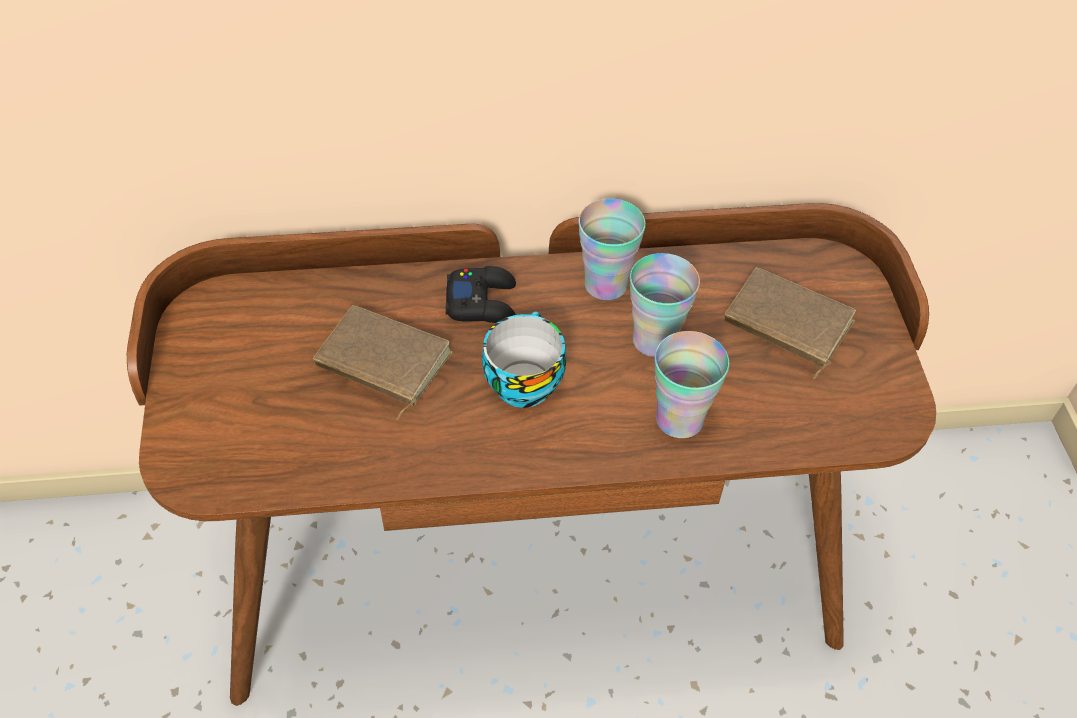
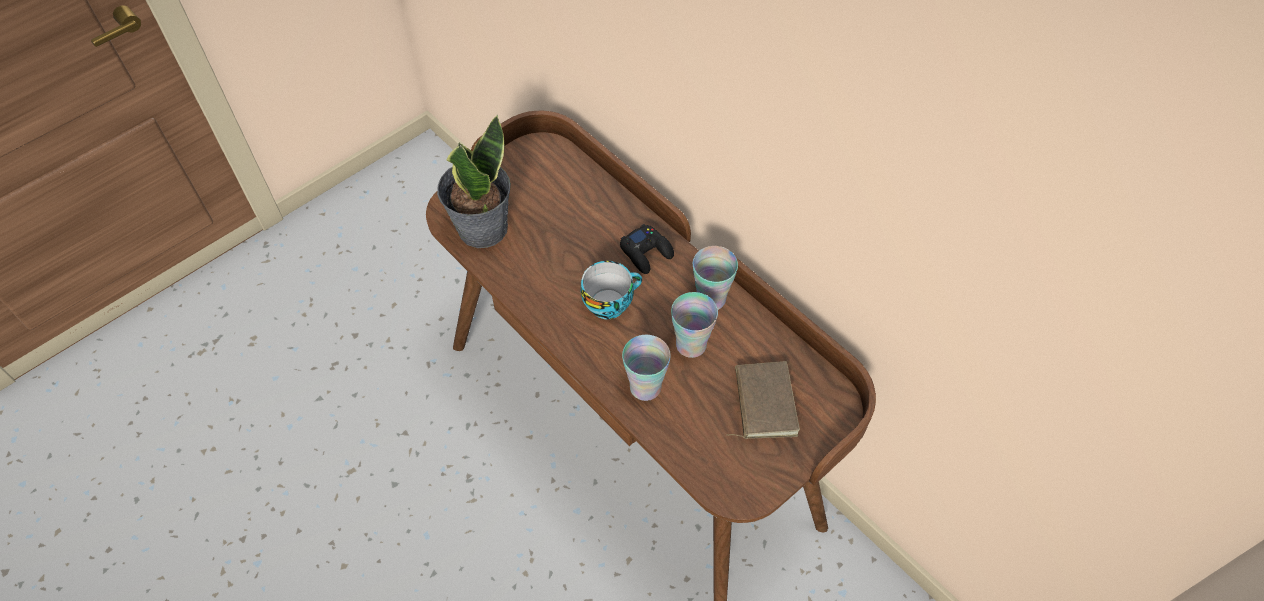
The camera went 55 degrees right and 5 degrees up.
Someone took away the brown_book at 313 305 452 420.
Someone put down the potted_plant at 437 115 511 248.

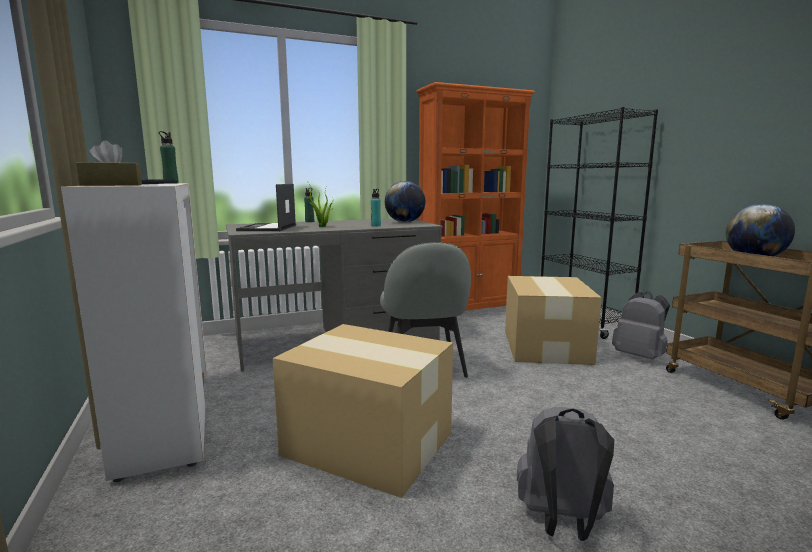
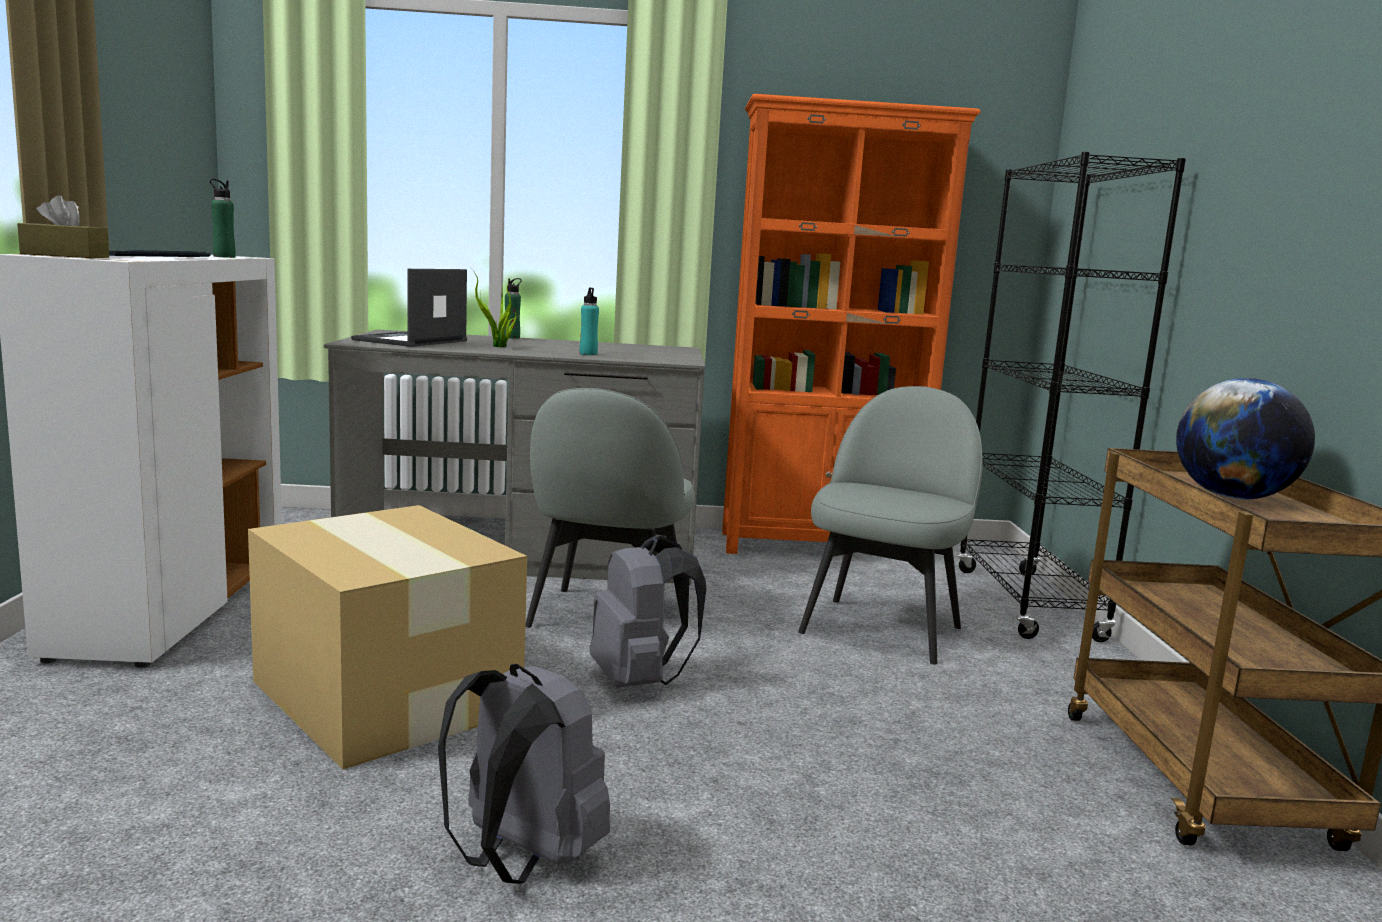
The camera went 20 degrees right and 0 degrees up.
Someone took away the globe at 385 181 425 222.
Someone swapped the cardboard_box at 505 276 602 365 for the grey_chair at 798 386 983 665.
Someone carried the grey_backpack from 612 291 670 360 to 589 536 706 688.

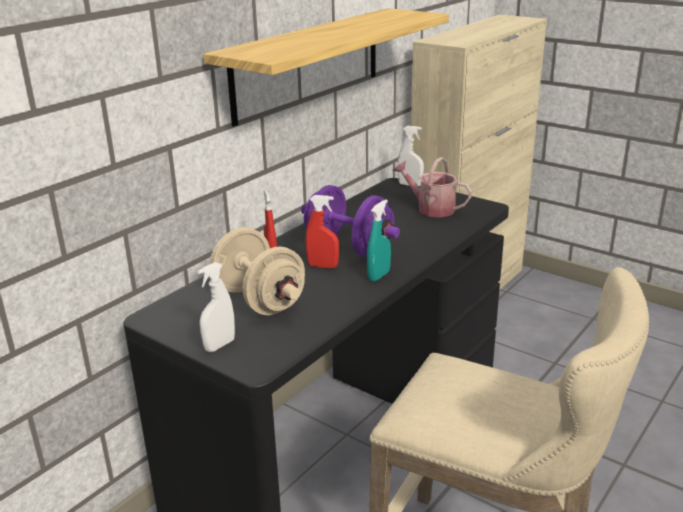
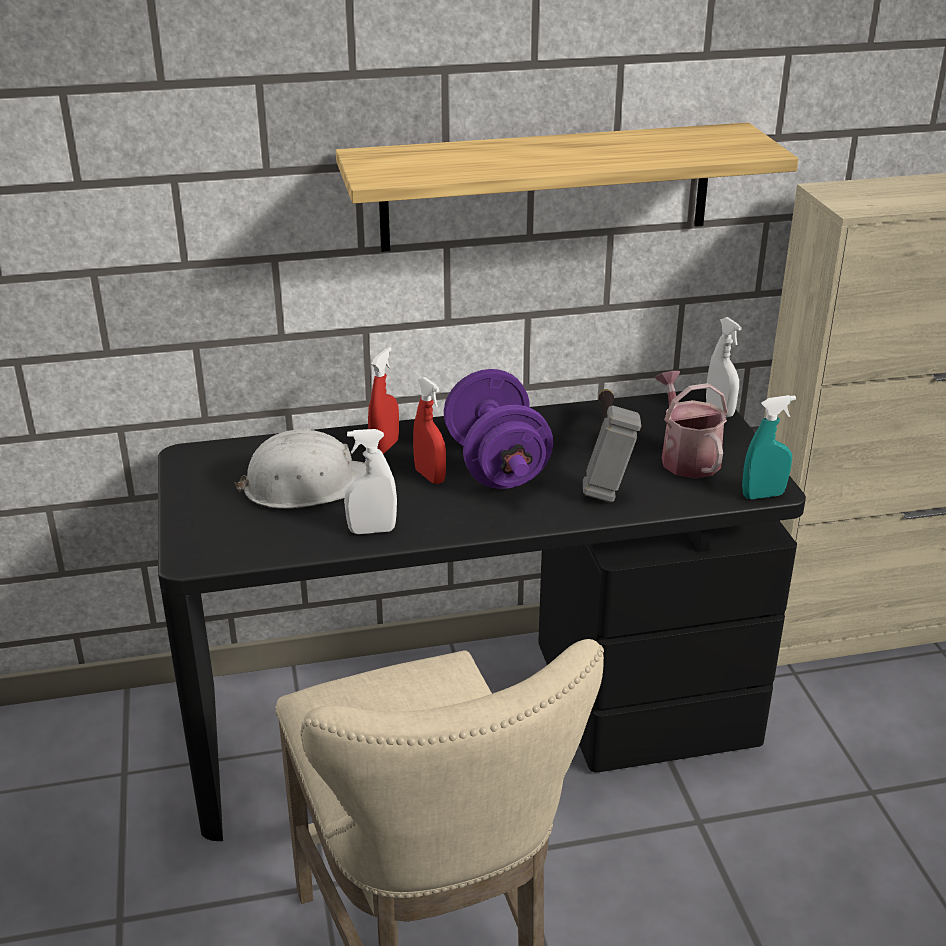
The camera went 40 degrees right and 5 degrees up.
Someone carried the turquoise_spray_bottle from 367 200 391 282 to 742 395 796 499.
Someone swapped the beige_dumbbell at 210 227 305 315 for the white_hard_hat at 234 429 366 509.
Someone carried the white_spray_bottle from 197 262 235 352 to 344 429 397 534.
Someone put down the hammer at 583 389 641 502.

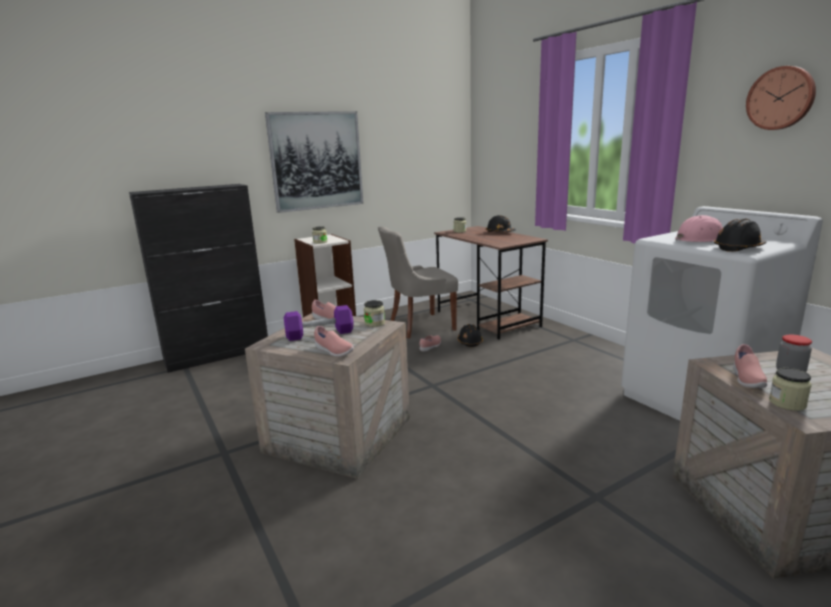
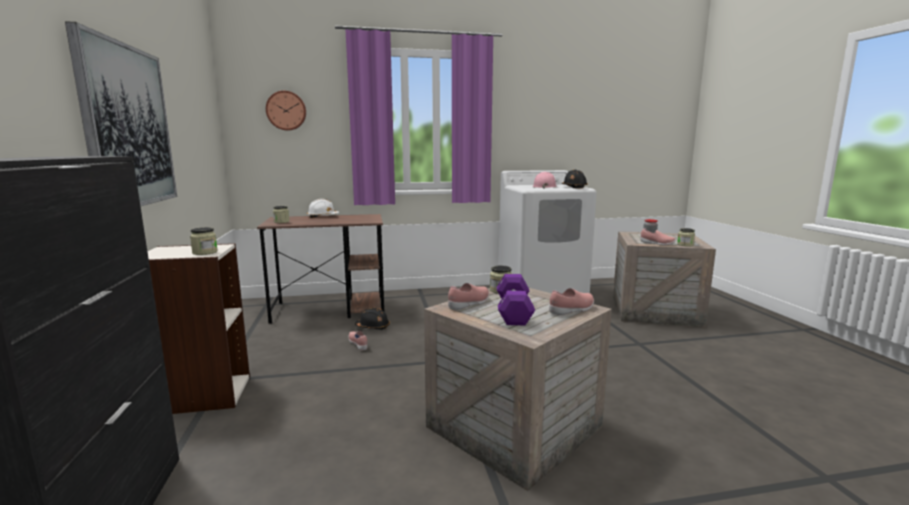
The camera went 70 degrees left and 5 degrees down.
Someone carried the wall_clock from 746 66 816 130 to 266 91 306 131.
Someone repainted the black_hard_hat at 486 215 516 232, which became the white_hard_hat at 307 199 340 218.
Someone took away the grey_chair at 378 226 458 338.

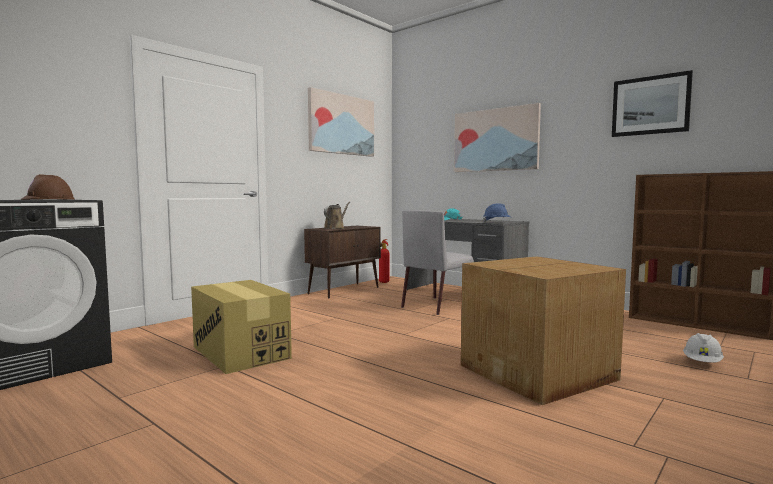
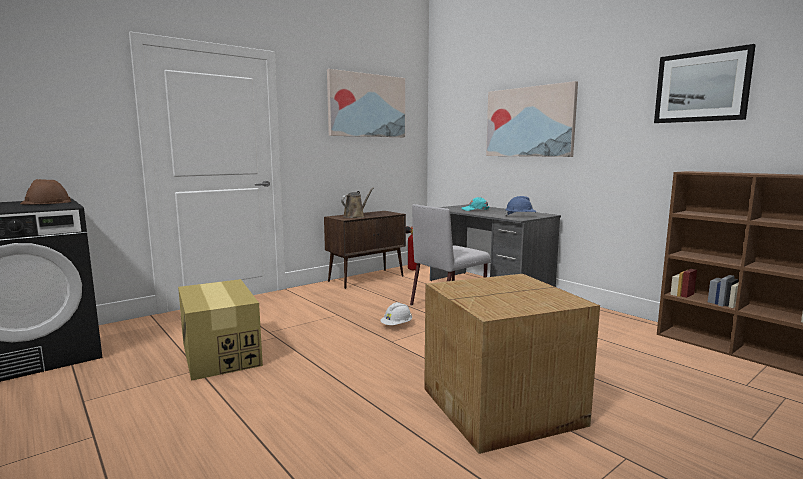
The camera went 10 degrees right and 5 degrees up.
Someone carried the white_hard_hat from 683 333 724 363 to 381 302 412 325.

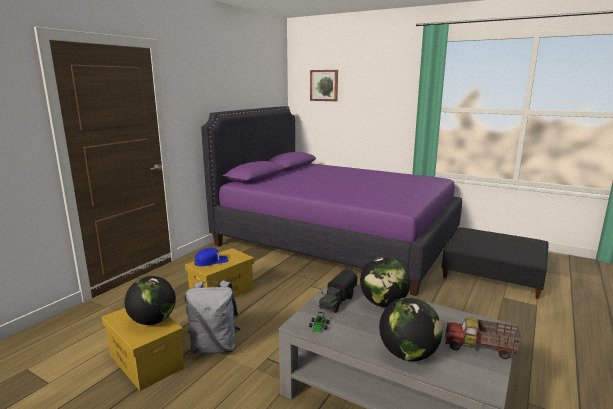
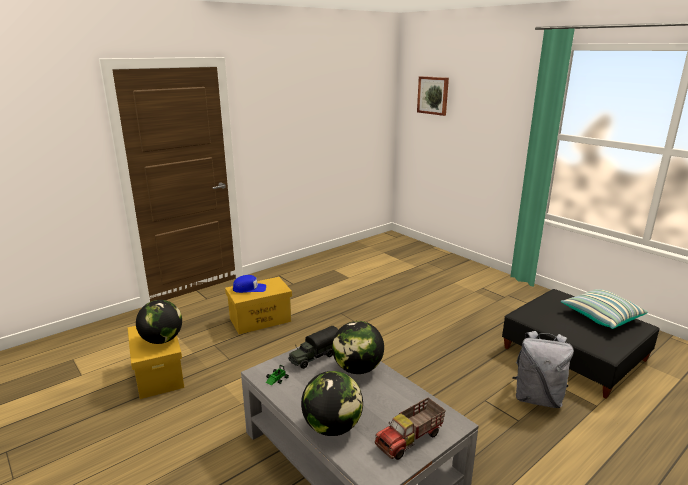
The camera went 20 degrees right and 5 degrees up.
Someone took away the purple_bed at 201 106 462 296.
Someone carried the grey_backpack from 185 280 240 354 to 512 331 574 408.
Someone rotated the toy_truck at 445 317 522 359 by 75 degrees counterclockwise.
Someone put down the pillow at 561 289 648 329.

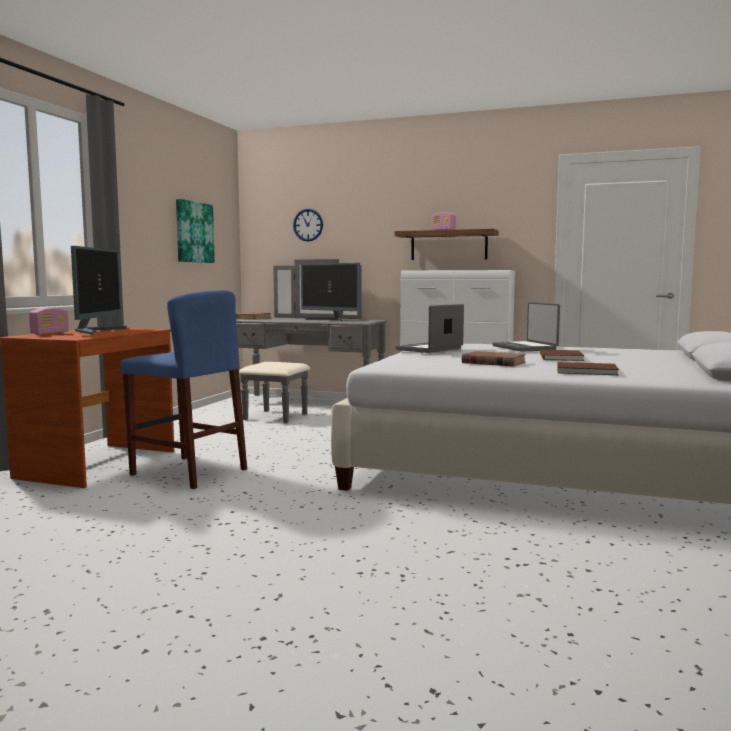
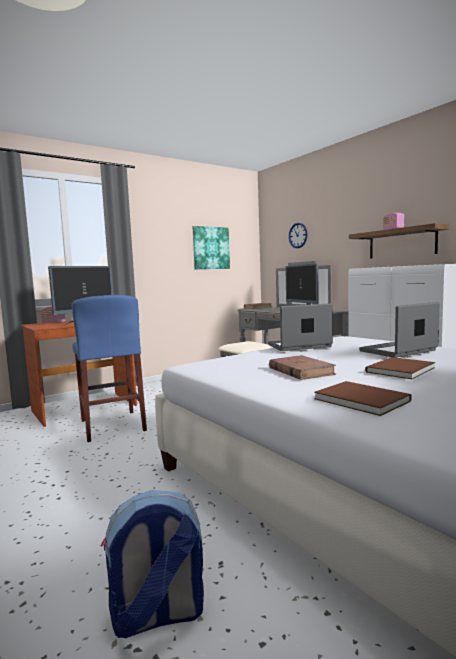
The camera went 35 degrees right and 0 degrees up.
Someone rotated the laptop at 492 302 560 352 by 45 degrees clockwise.
Someone put down the backpack at 101 491 204 638.

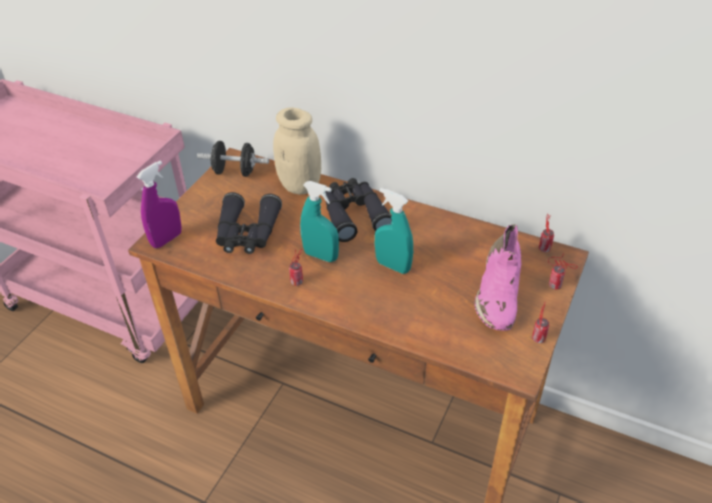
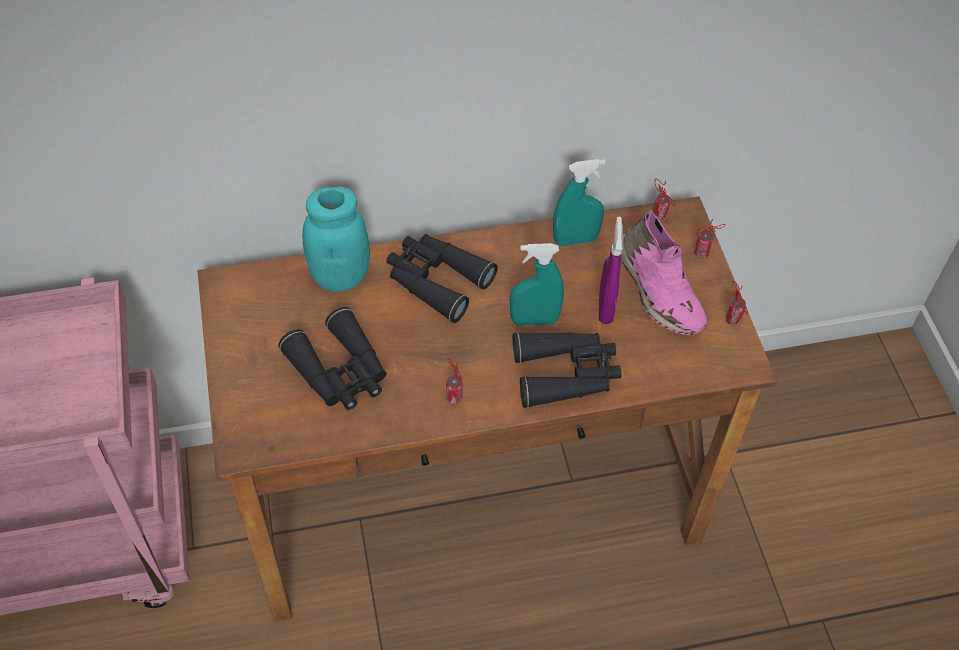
The camera went 40 degrees left and 10 degrees up.
Someone repainted the beige_jar at 273 107 321 195, which became the turquoise_jar at 302 187 370 292.
Someone took away the black_dumbbell at 197 141 269 177.
Someone carried the purple_spray_bottle from 136 160 182 248 to 599 217 623 324.
Someone carried the turquoise_spray_bottle from 300 181 339 262 to 553 159 606 246.
Someone put down the black_binoculars at 513 332 621 408.

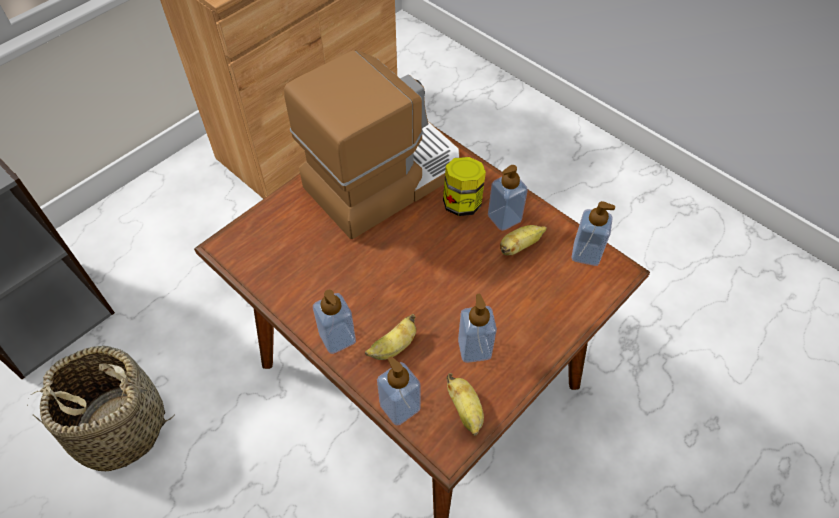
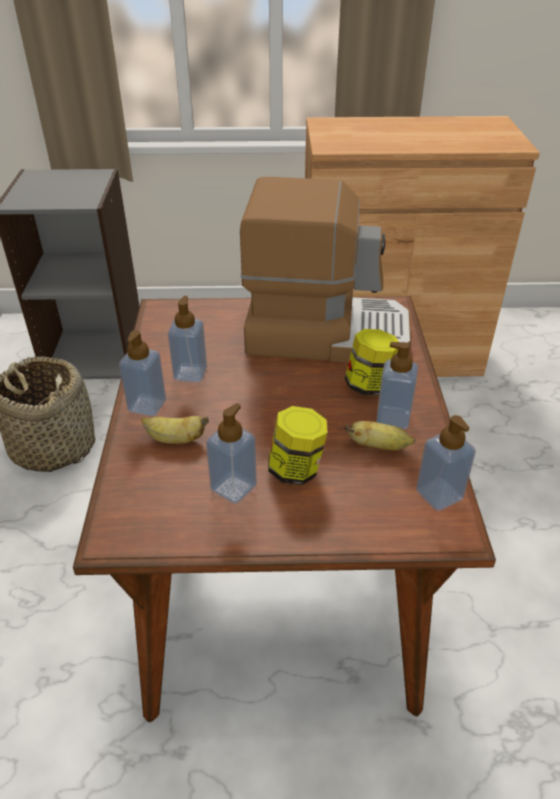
The camera went 45 degrees right and 15 degrees down.
Someone carried the soap_dispenser from 377 356 421 425 to 168 296 207 382.
Someone took away the banana at 446 373 484 436.
Someone put down the jar at 268 406 328 485.

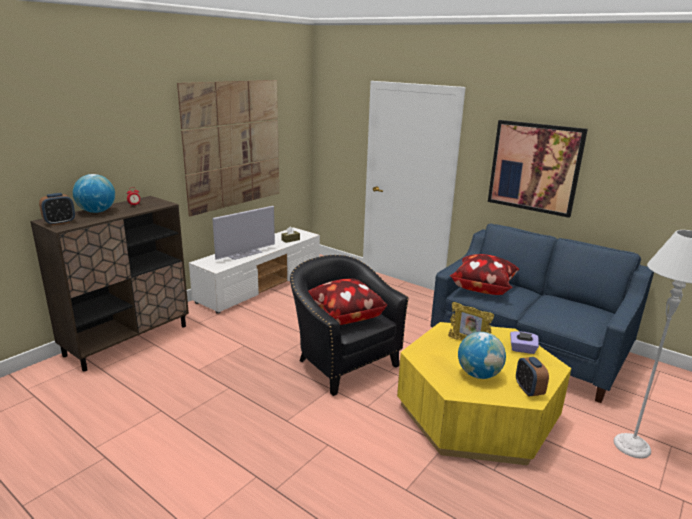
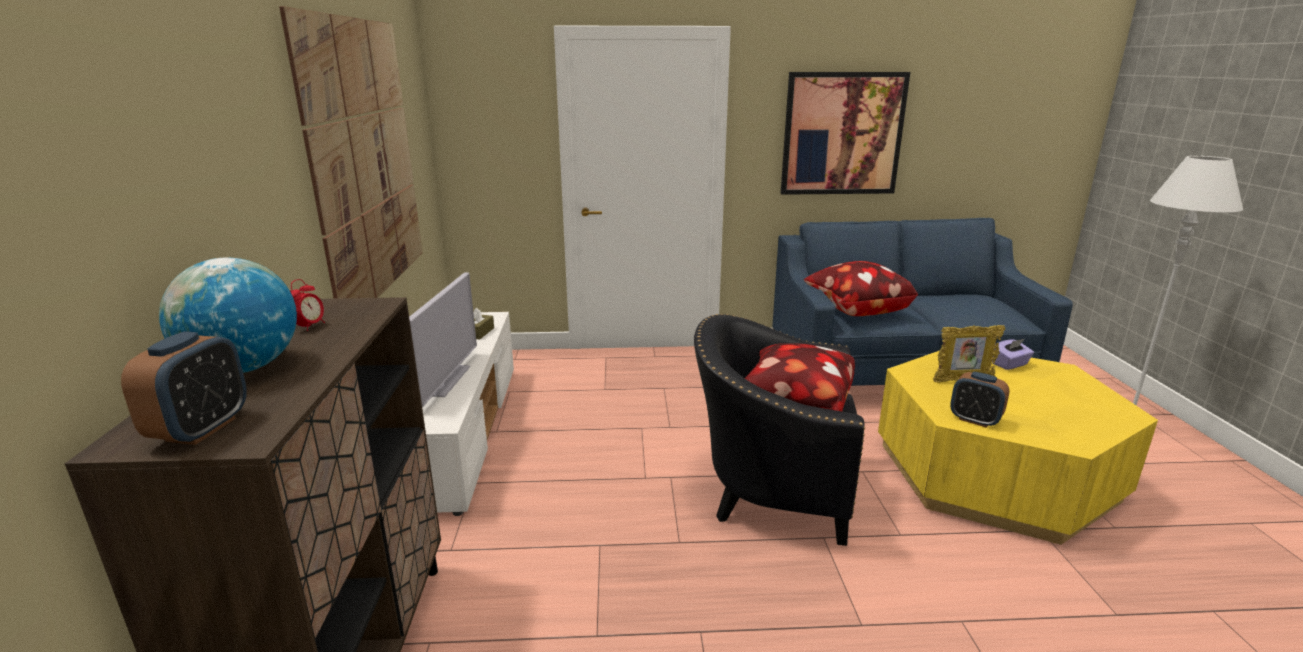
The camera went 40 degrees left and 0 degrees up.
Someone took away the globe at 458 332 506 379.
Someone carried the alarm_clock from 516 357 549 397 to 950 372 1009 428.

